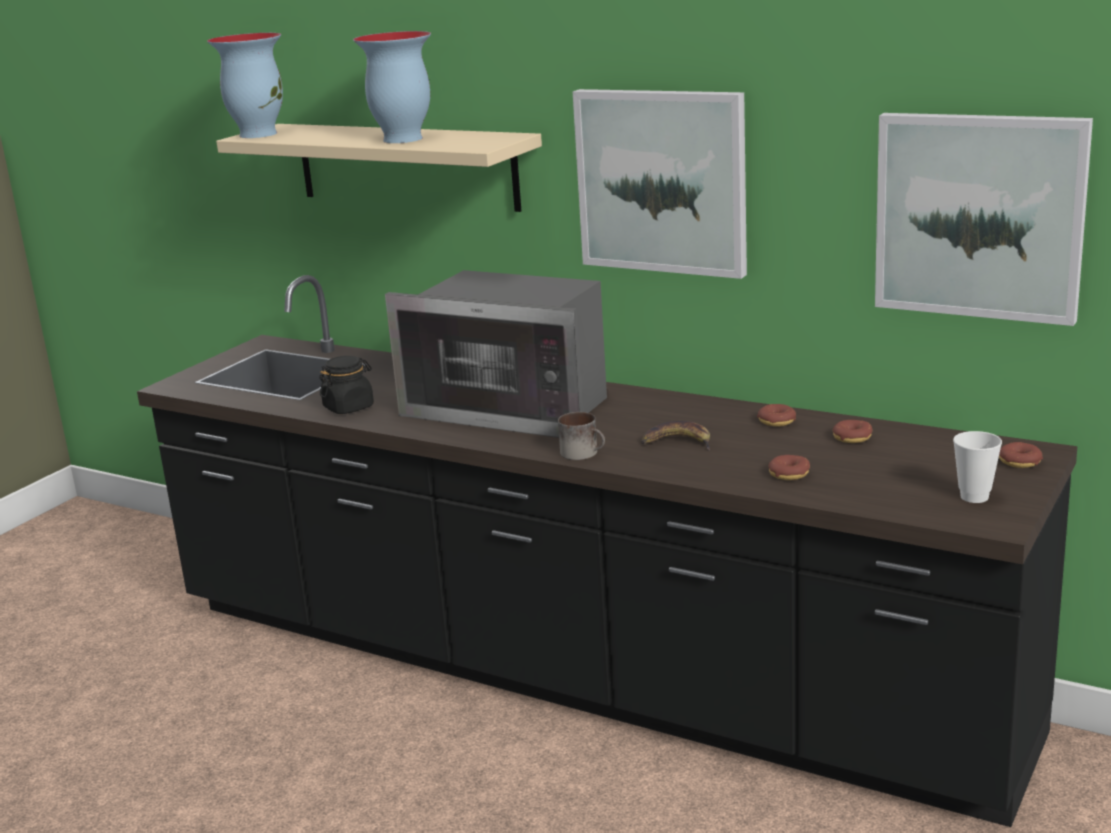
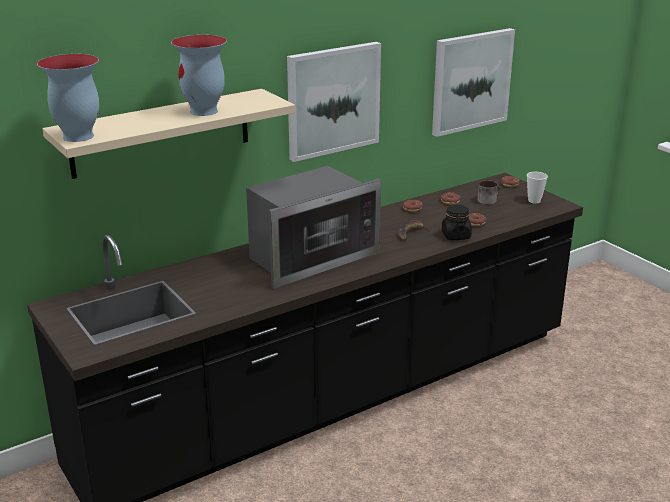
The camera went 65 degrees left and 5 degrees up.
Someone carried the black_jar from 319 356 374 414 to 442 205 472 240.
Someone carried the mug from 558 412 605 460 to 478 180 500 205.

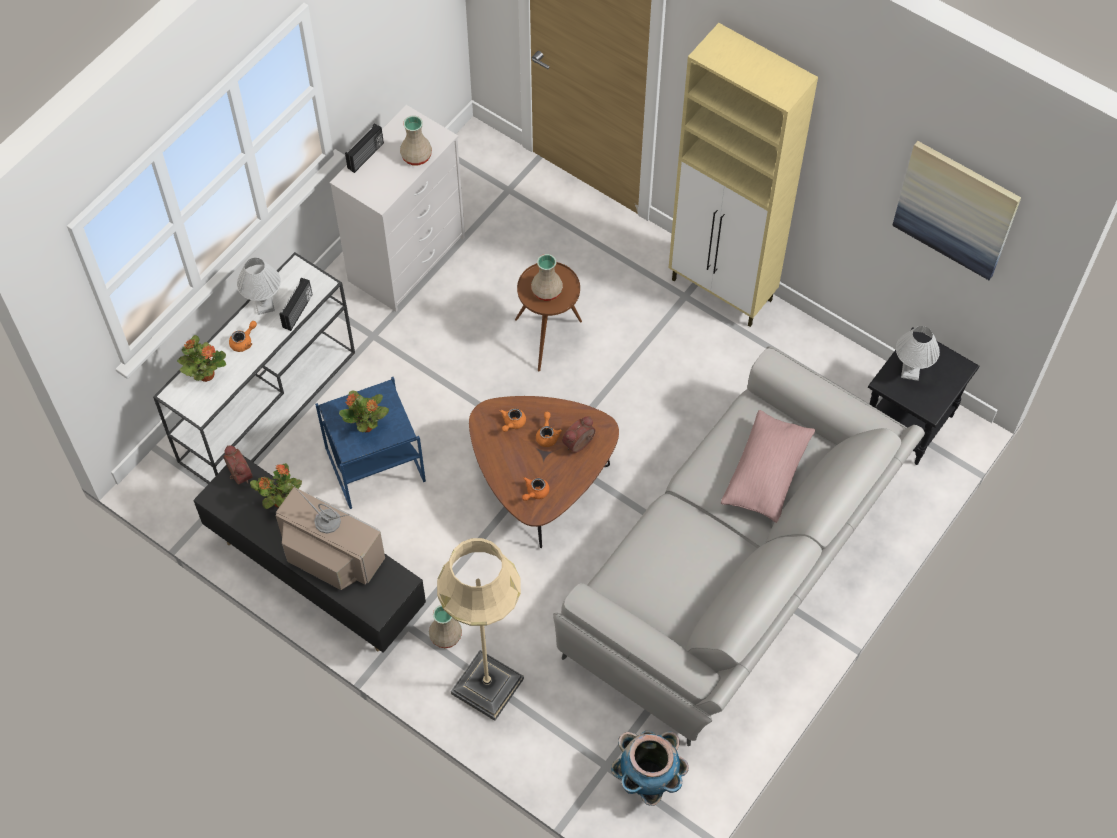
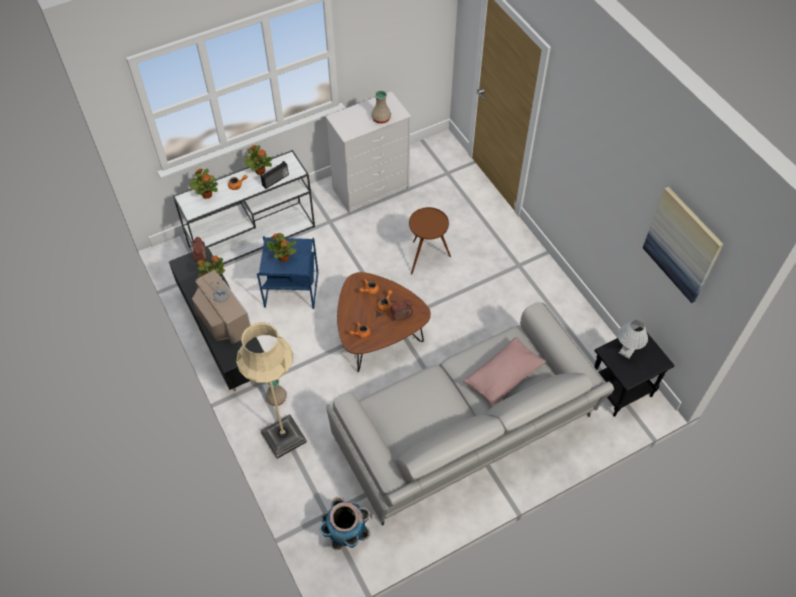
The camera went 25 degrees right and 5 degrees down.
Someone took away the beige_cabinet at 669 23 818 327.
Someone took away the radio at 345 123 384 173.
Someone took away the beige_vase at 531 254 563 301.
Someone swapped the white_table_lamp at 237 258 281 315 for the potted_plant at 244 145 272 175.

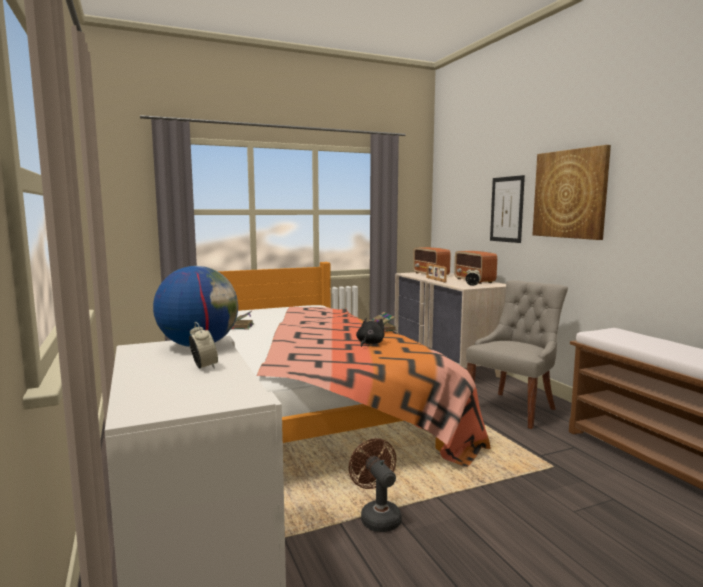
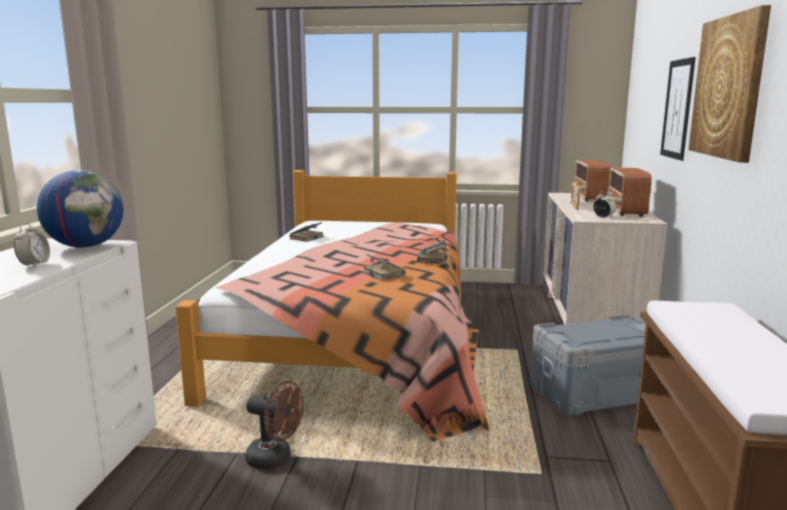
The camera went 30 degrees right and 5 degrees up.
Someone swapped the grey_chair at 466 280 568 429 for the grey_storage_box at 530 315 646 416.
Someone swapped the black_plush_toy at 356 318 385 347 for the book at 362 253 405 281.
Someone rotated the brown_fan at 349 438 402 532 by 105 degrees clockwise.

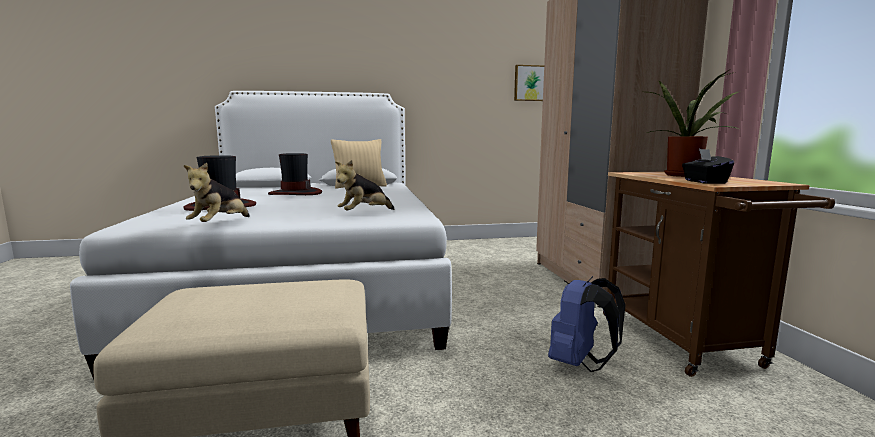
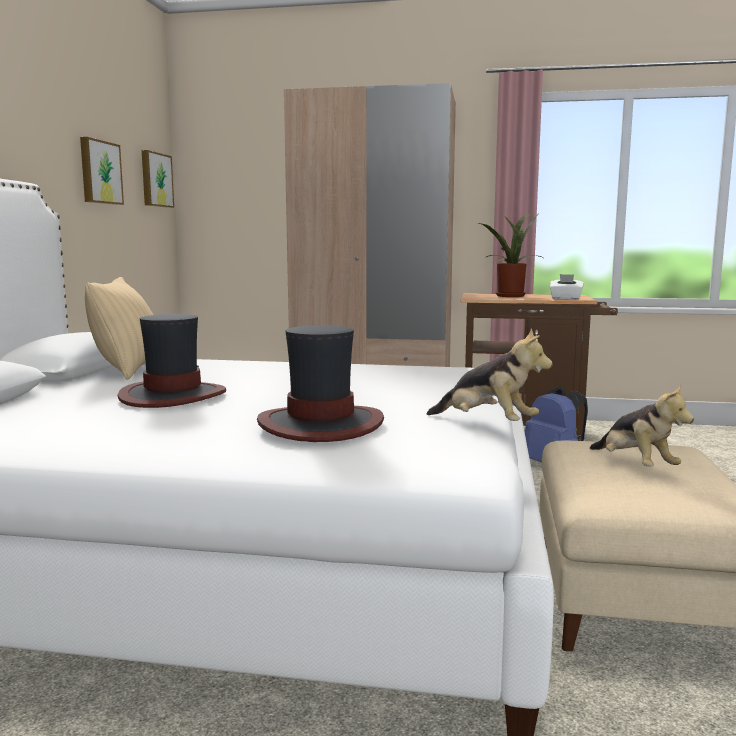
The camera went 70 degrees left and 0 degrees up.
Someone repainted the black_tissue_box at 682 149 734 184, which became the white_tissue_box at 550 274 584 300.
Someone carried the plush_toy from 335 160 394 211 to 590 384 694 467.
Someone put up the picture at 80 137 124 205.

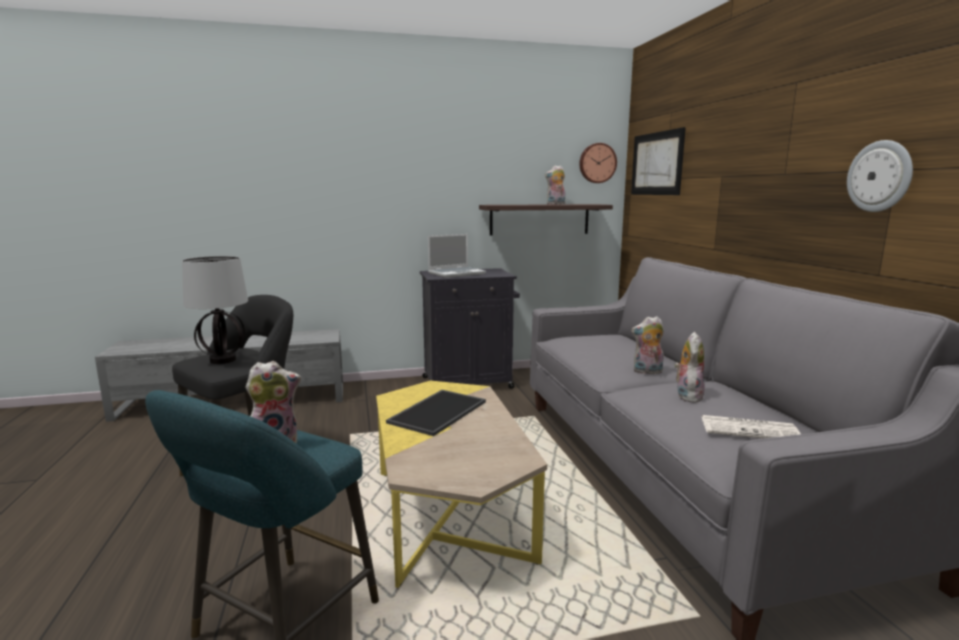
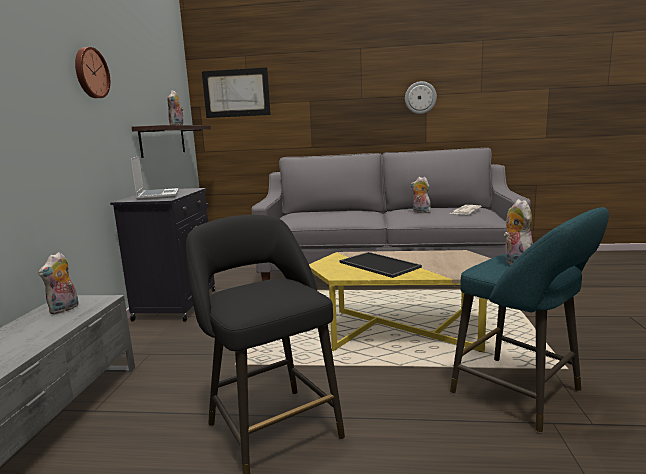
The camera went 70 degrees left and 0 degrees up.
Someone carried the wall_clock from 579 143 617 183 to 75 47 110 98.
Someone took away the table_lamp at 182 256 248 364.
Someone carried the plush_toy from 631 316 664 374 to 38 252 79 314.

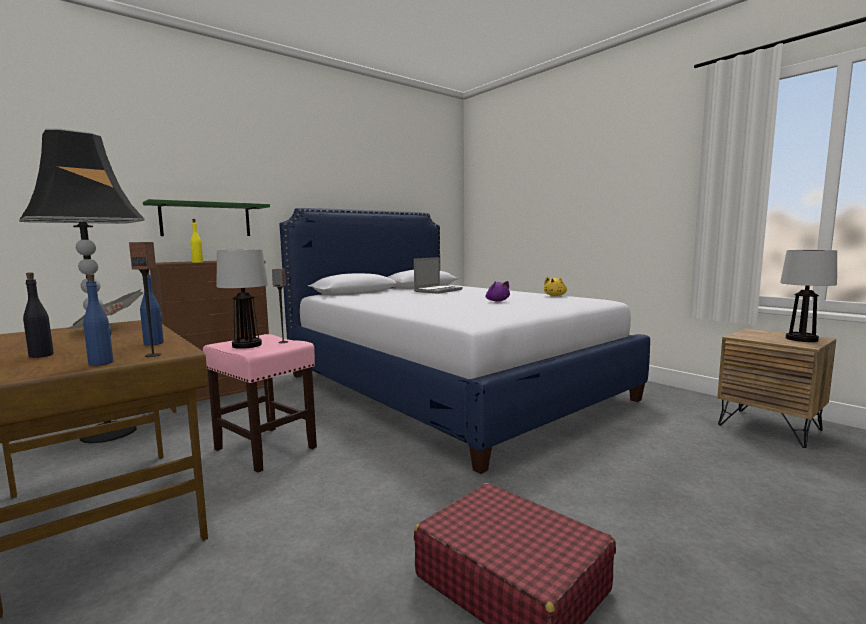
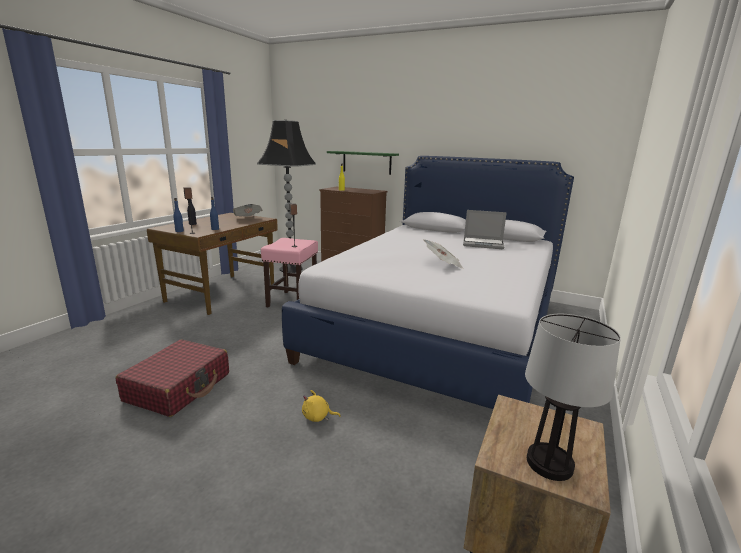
The camera went 65 degrees right and 10 degrees up.
Someone took away the table_lamp at 217 249 268 349.
Someone carried the yellow_plush_toy from 544 277 567 296 to 302 390 341 422.
Someone swapped the purple_plush_toy at 485 281 510 301 for the newspaper at 423 239 464 269.

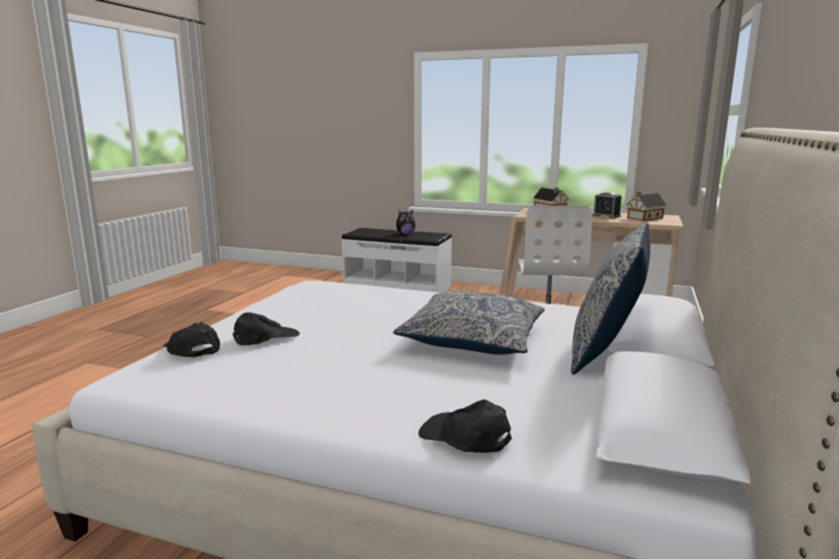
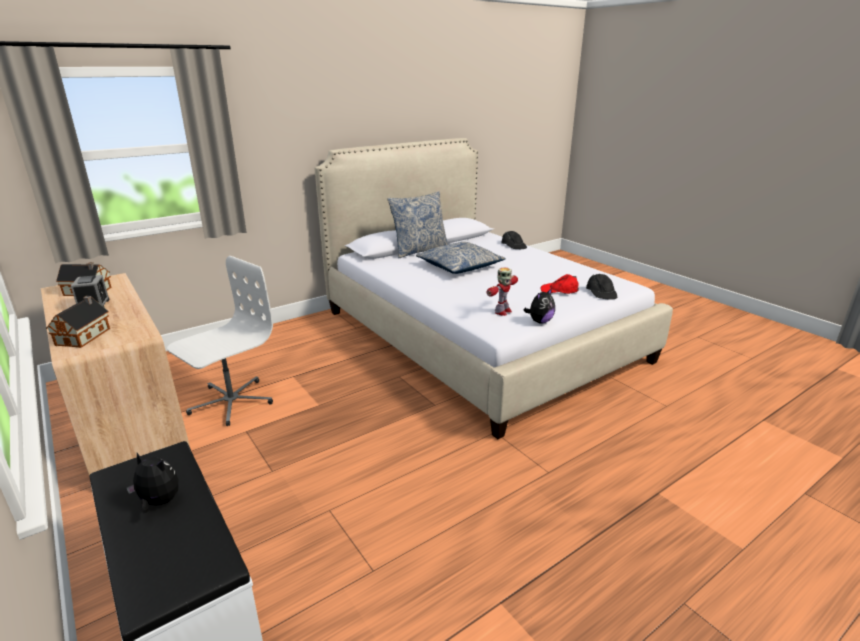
The camera went 145 degrees left and 10 degrees up.
Someone repainted the black_cap at 233 312 300 345, which became the red_cap at 541 274 579 294.
Someone put down the toy_robot at 487 267 518 316.
Someone put down the plush_toy at 523 288 555 324.

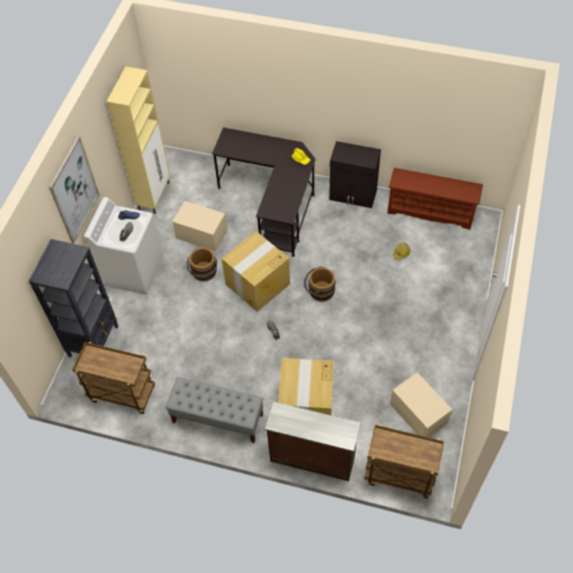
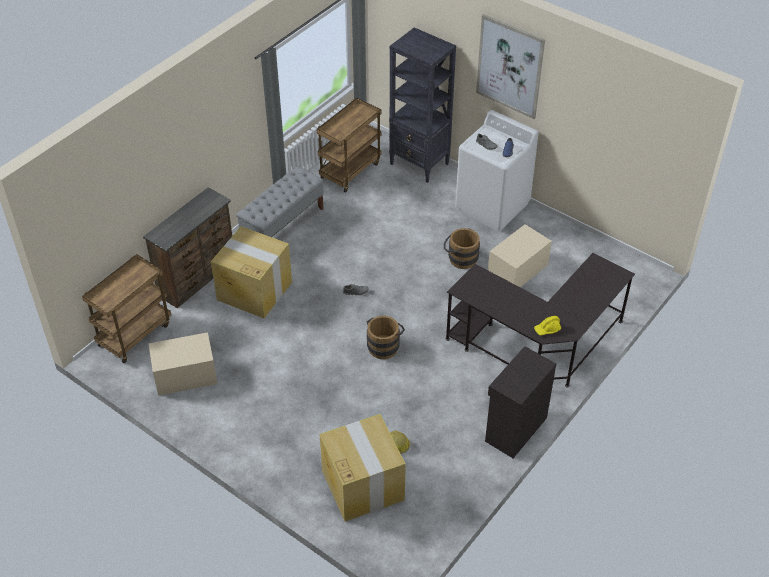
The camera went 110 degrees right and 10 degrees down.
Someone took away the beige_cabinet at 106 66 170 214.
Someone took away the brown_shoe_rack at 387 168 483 230.
Someone carried the cardboard_box from 222 231 290 312 to 320 414 406 521.

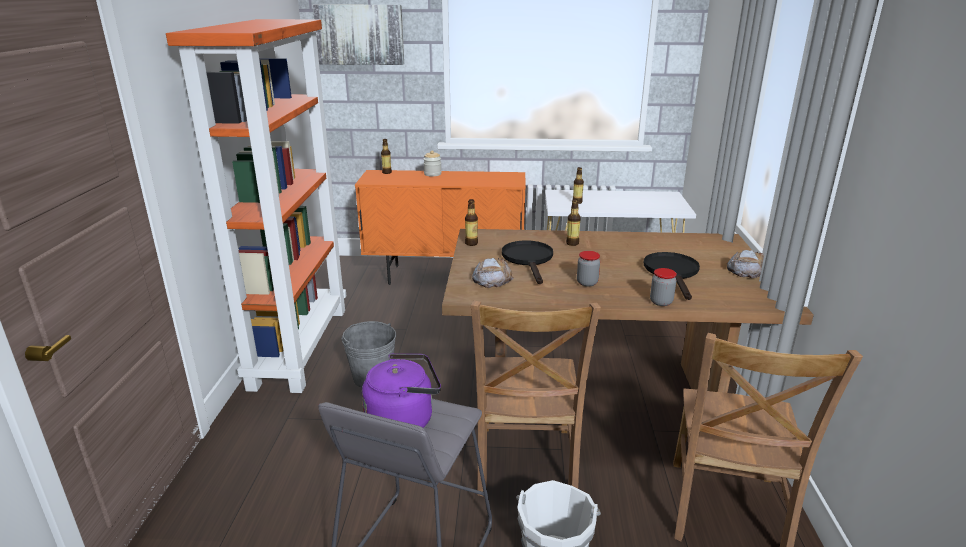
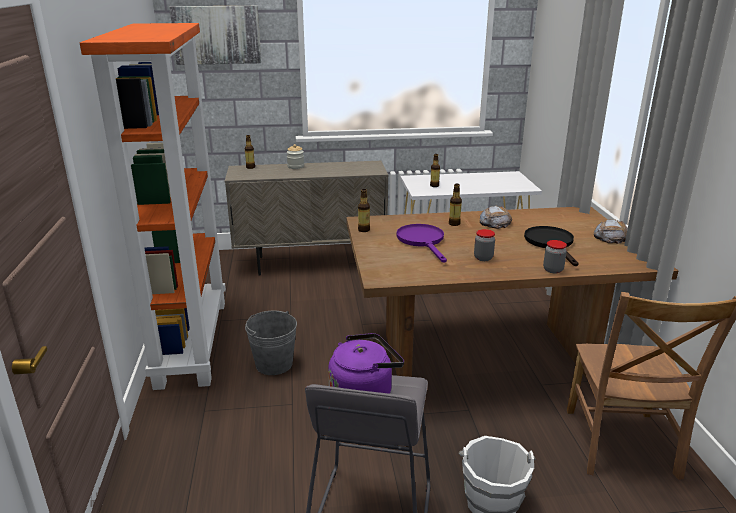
The camera went 10 degrees left and 0 degrees up.
Someone repainted the orange_cabinet at 355 170 526 285, which became the beige_cabinet at 225 161 389 276.
Someone repainted the black_frying_pan at 502 240 553 284, which became the purple_frying_pan at 396 224 447 263.
Someone carried the bread from 472 258 514 288 to 480 206 512 229.
Someone took away the brown_chair at 471 301 601 497.

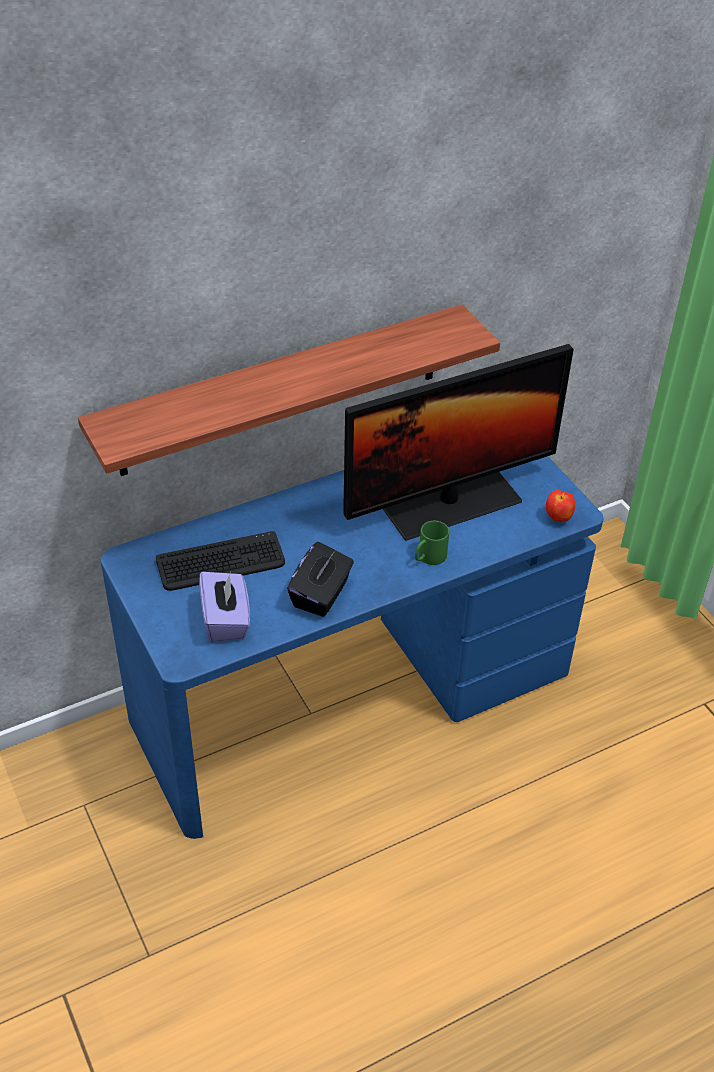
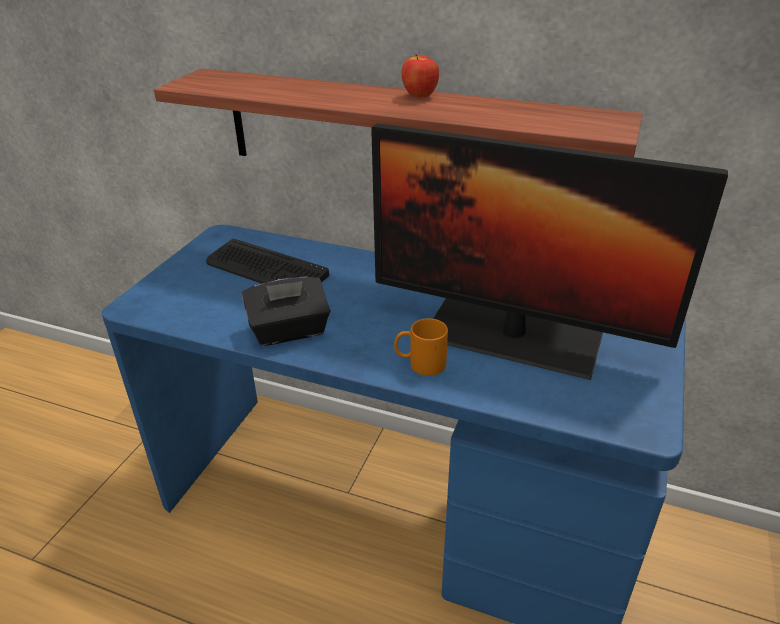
The camera went 50 degrees right and 10 degrees down.
Someone carried the apple from 546 490 575 522 to 402 54 439 98.
Someone repainted the green_mug at 415 521 449 565, which became the orange_mug at 394 318 448 376.
Someone took away the purple_tissue_box at 199 572 250 642.

